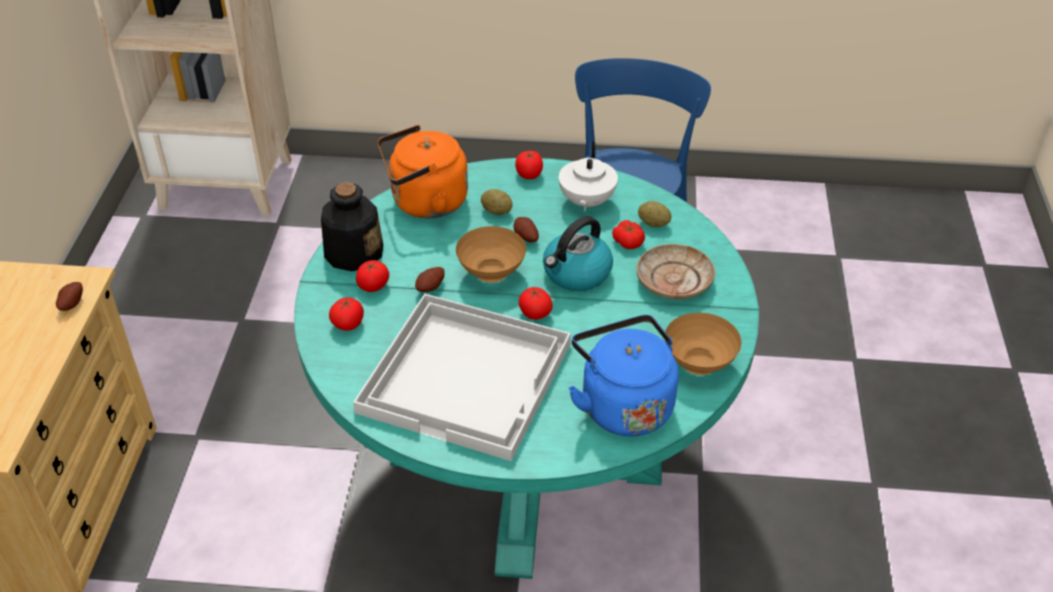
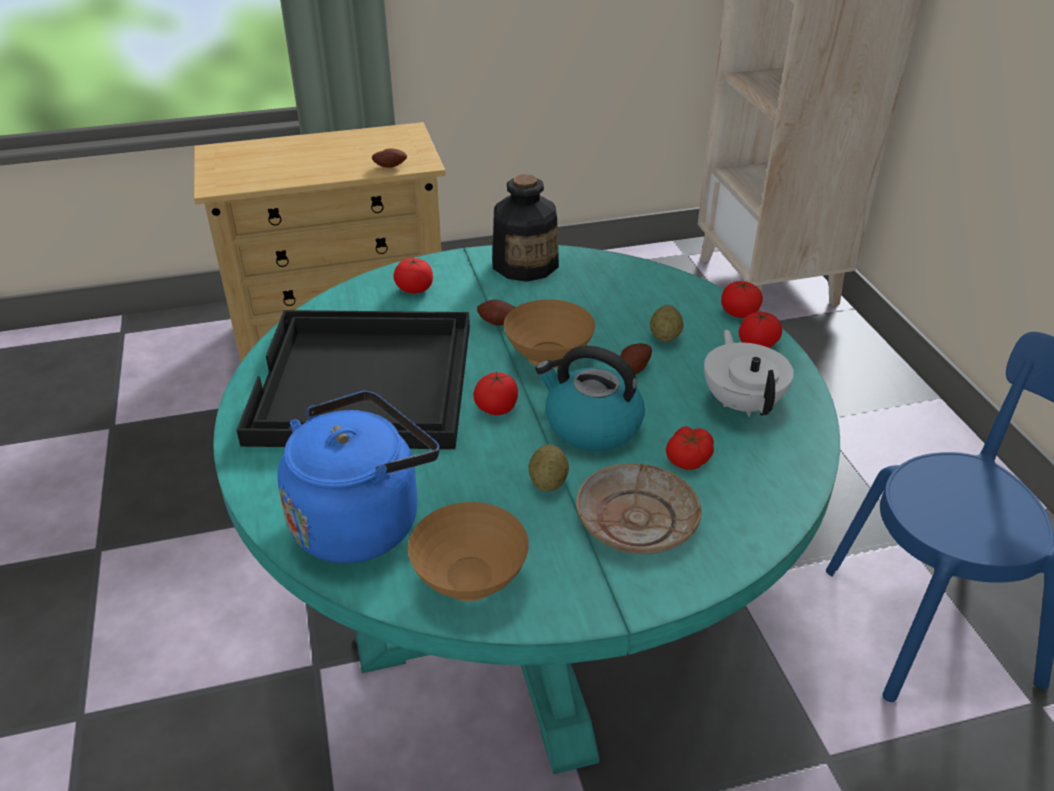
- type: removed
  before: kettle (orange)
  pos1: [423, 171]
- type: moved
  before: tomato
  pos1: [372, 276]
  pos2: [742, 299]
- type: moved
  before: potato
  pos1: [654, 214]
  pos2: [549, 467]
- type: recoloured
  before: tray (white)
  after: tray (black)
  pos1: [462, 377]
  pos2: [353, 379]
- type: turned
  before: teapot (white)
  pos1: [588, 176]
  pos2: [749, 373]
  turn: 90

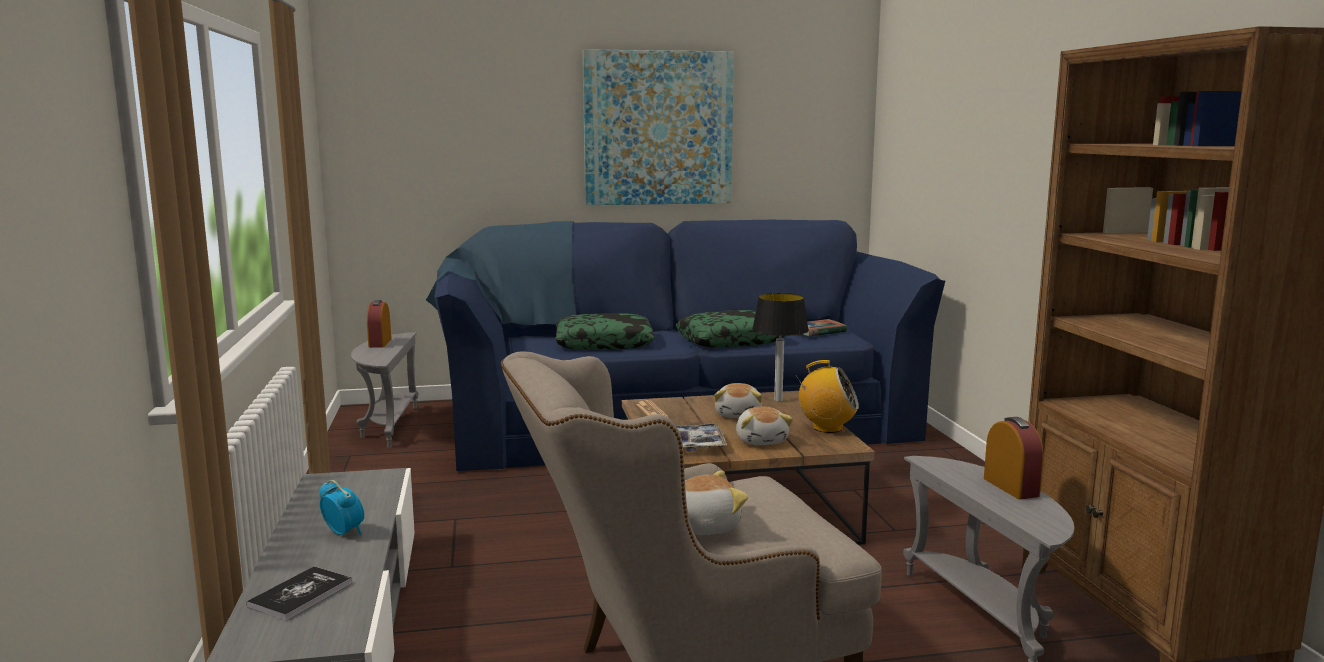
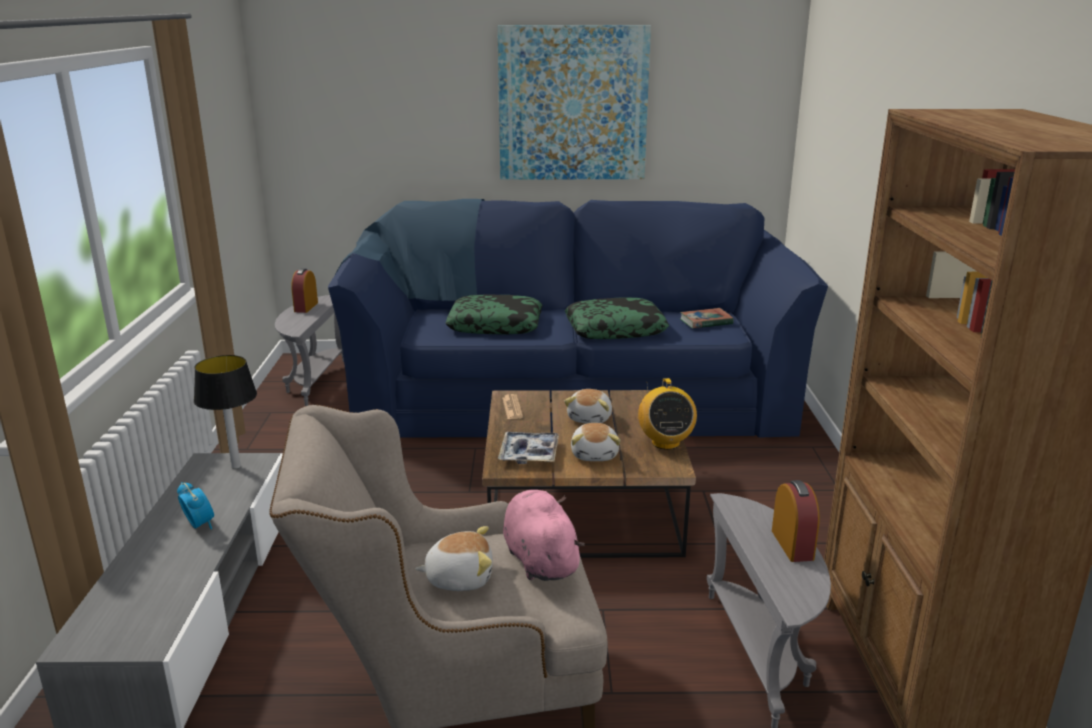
- type: removed
  before: book
  pos1: [299, 593]
- type: added
  after: plush toy (pink)
  pos2: [544, 535]
- type: moved
  before: table lamp
  pos1: [780, 347]
  pos2: [225, 412]
- type: turned
  before: radio
  pos1: [828, 396]
  pos2: [667, 414]
  turn: 60

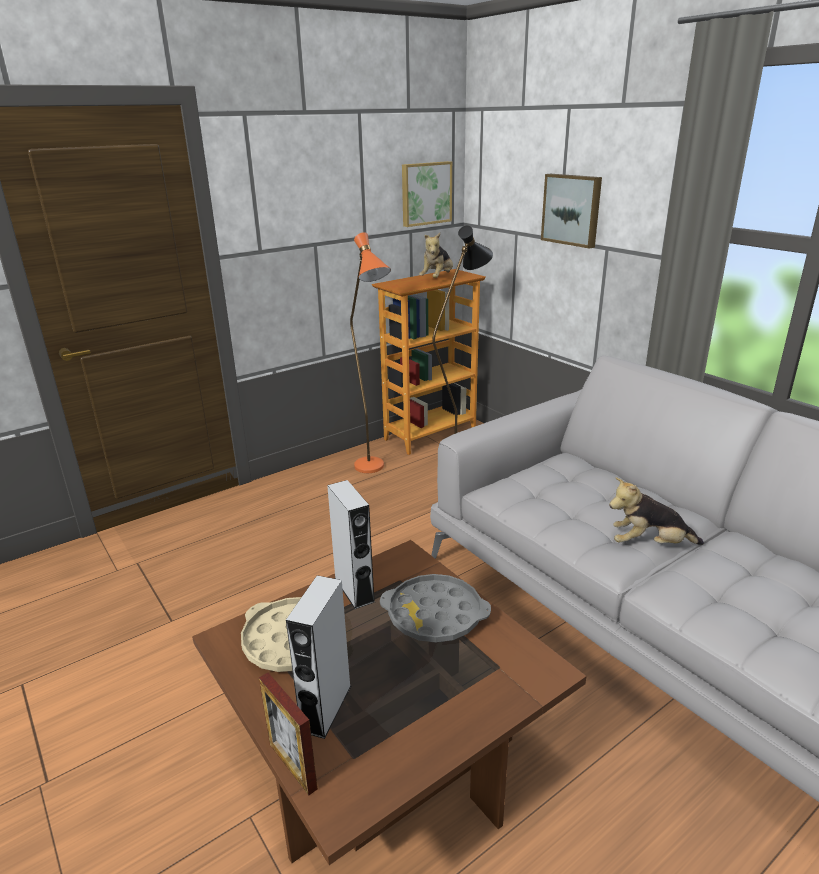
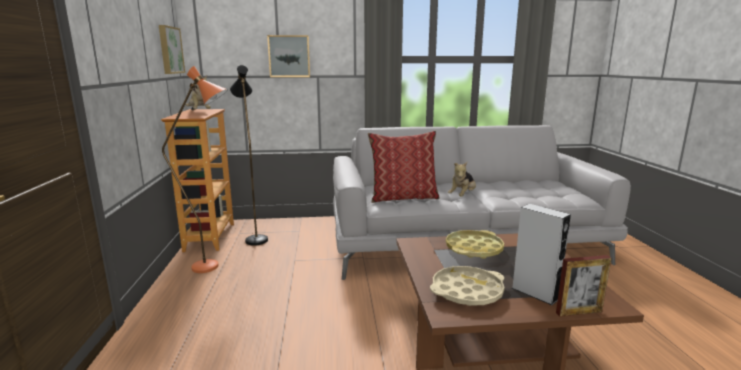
- type: removed
  before: speaker (grey)
  pos1: [351, 544]
- type: added
  after: pillow
  pos2: [403, 167]
- type: recoloured
  before: tray (grey)
  after: tray (yellow)
  pos1: [435, 608]
  pos2: [475, 244]

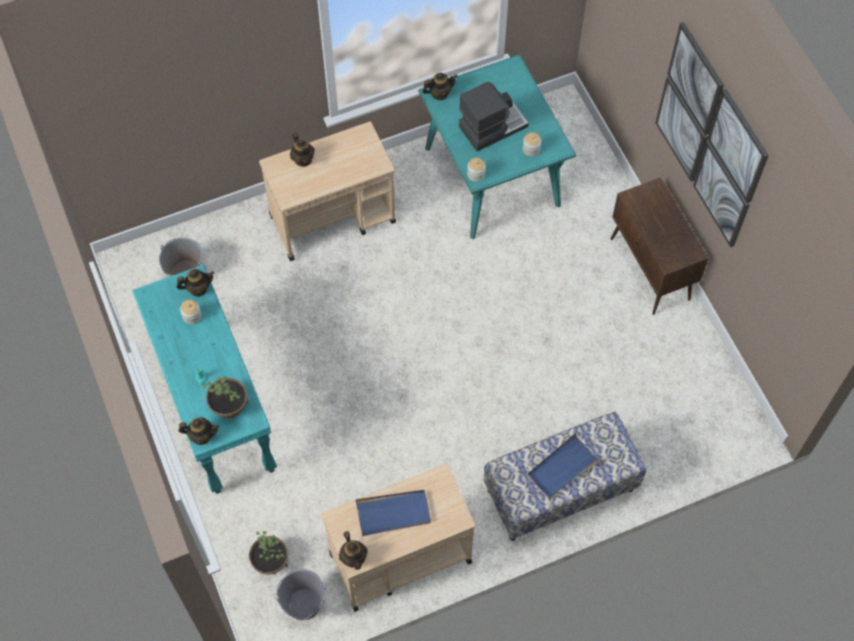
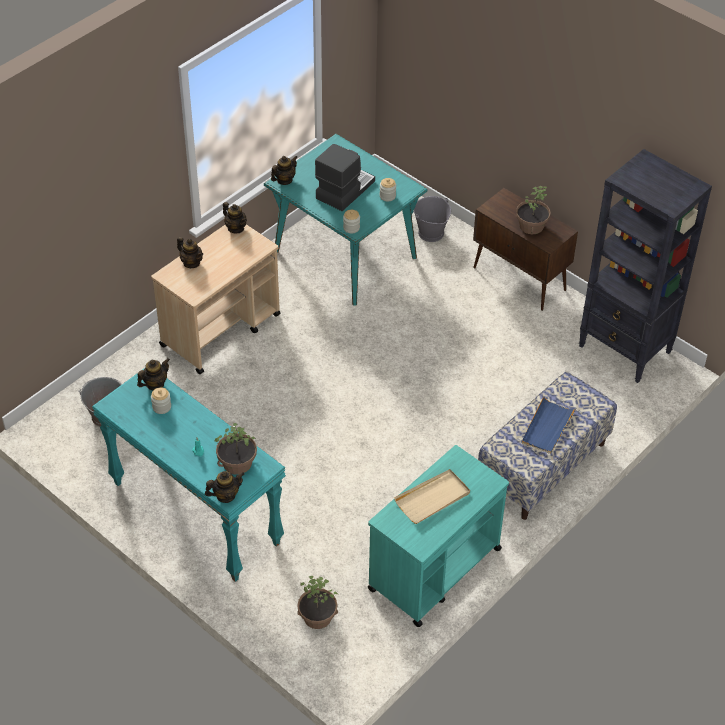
- type: removed
  before: picture
  pos1: [712, 134]
- type: added
  after: potted plant
  pos2: [533, 210]
- type: added
  after: bookcase (black)
  pos2: [645, 266]
- type: moved
  before: bucket (grey)
  pos1: [300, 595]
  pos2: [432, 219]
- type: moved
  before: teapot
  pos1: [353, 550]
  pos2: [235, 218]
- type: recoloured
  before: cart (beige)
  after: cart (turquoise)
  pos1: [398, 538]
  pos2: [438, 536]
- type: recoloured
  before: tray (blue)
  after: tray (beige)
  pos1: [393, 513]
  pos2: [432, 496]

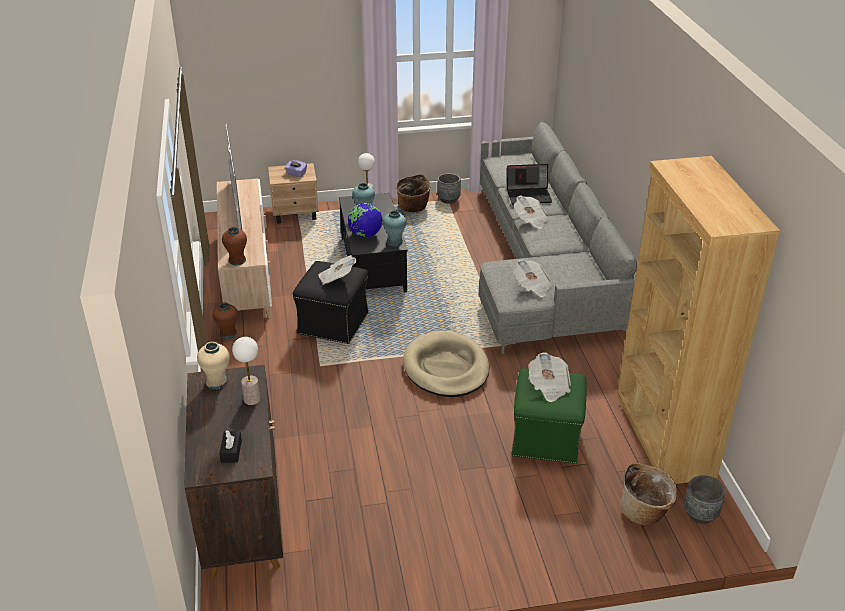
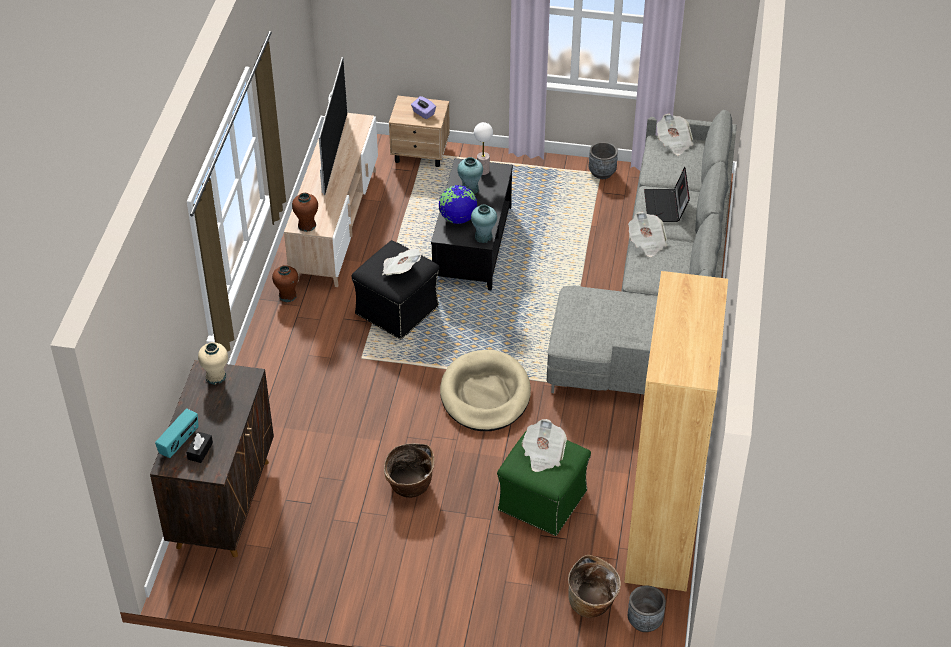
- type: removed
  before: table lamp
  pos1: [246, 371]
- type: added
  after: radio
  pos2: [176, 433]
- type: moved
  before: basket
  pos1: [413, 193]
  pos2: [409, 470]
- type: moved
  before: newspaper
  pos1: [533, 278]
  pos2: [675, 134]
- type: turned
  before: laptop
  pos1: [529, 184]
  pos2: [667, 194]
  turn: 75

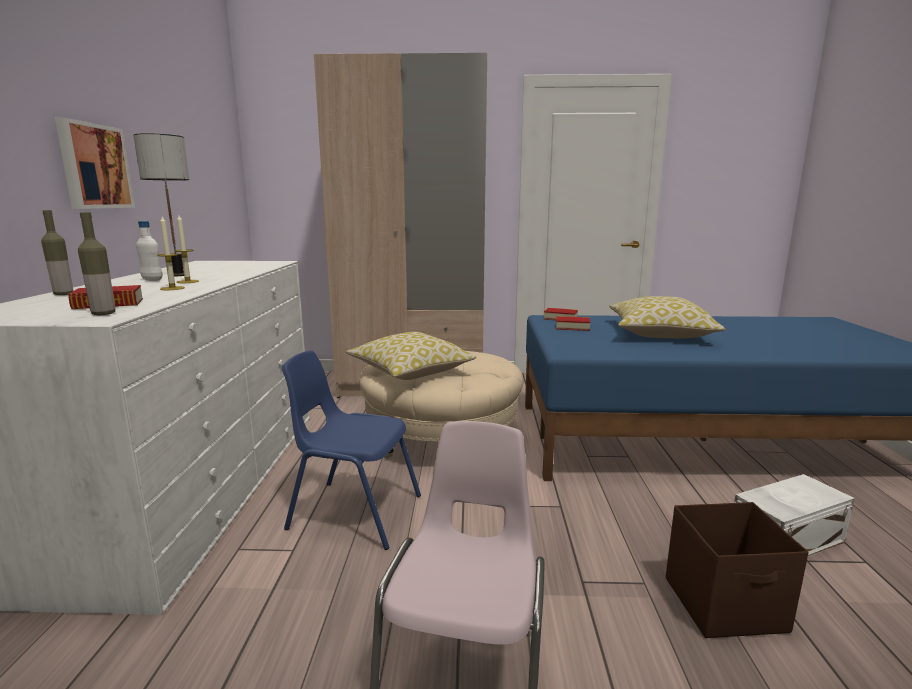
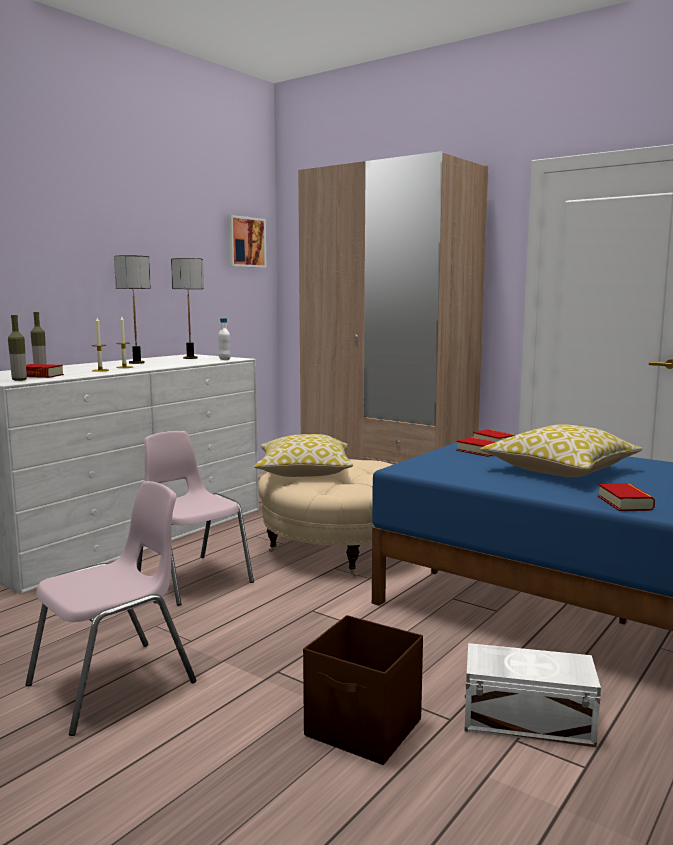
- type: added
  after: table lamp
  pos2: [187, 308]
- type: added
  after: book
  pos2: [626, 497]
- type: moved
  before: picture
  pos1: [95, 163]
  pos2: [247, 241]
- type: moved
  before: bottle (white)
  pos1: [149, 251]
  pos2: [224, 339]
- type: recoloured
  before: chair (blue)
  after: chair (pink)
  pos1: [351, 450]
  pos2: [195, 518]

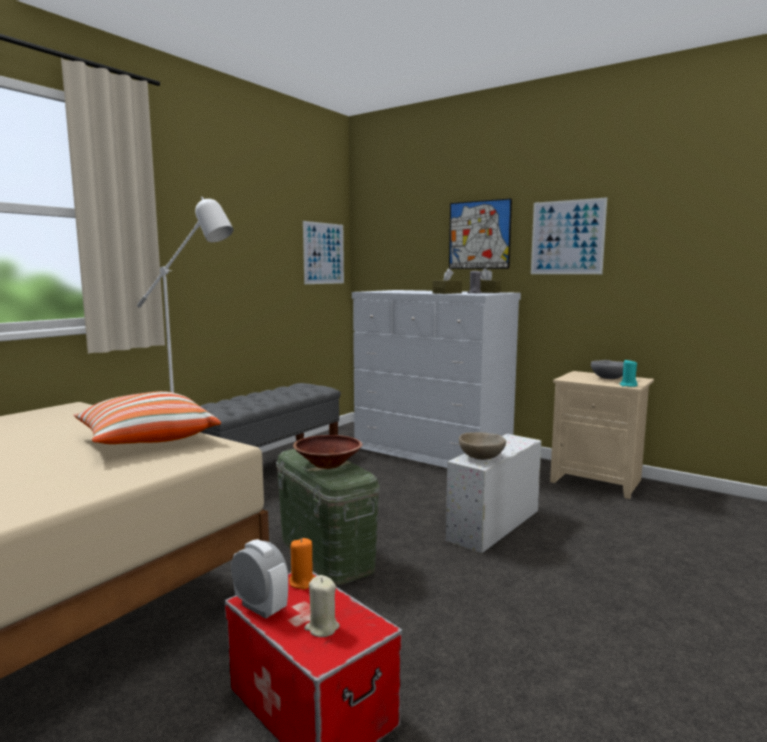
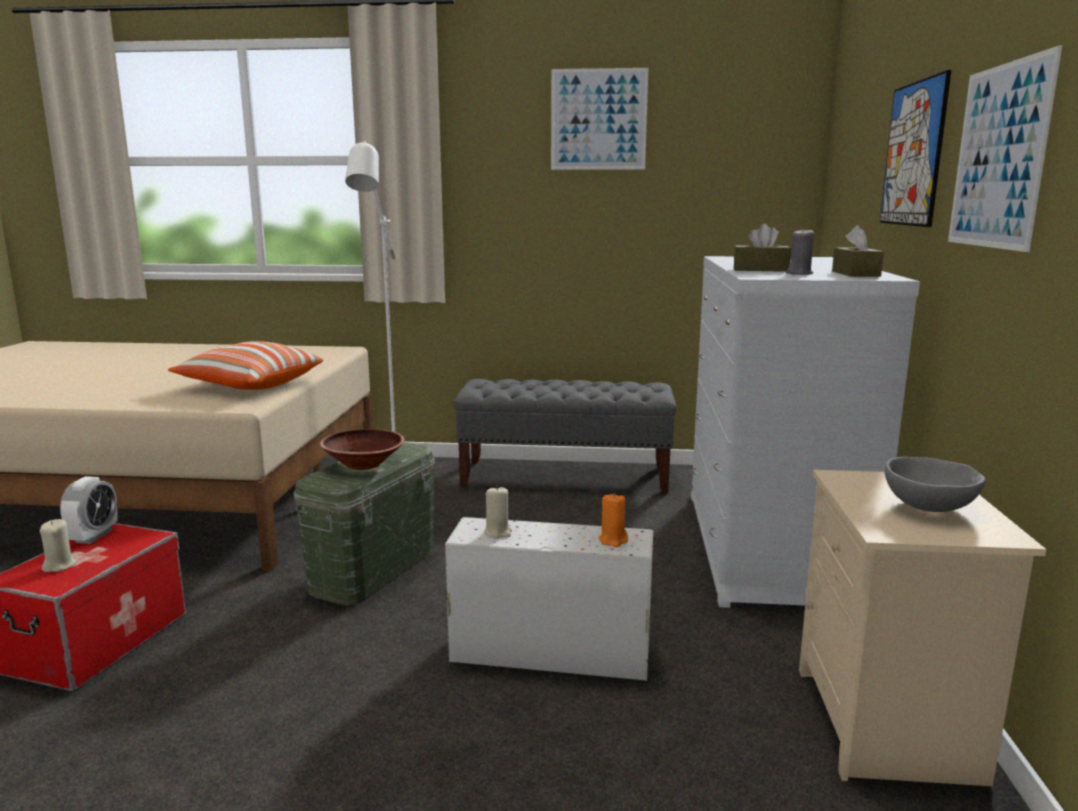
- type: removed
  before: candle (turquoise)
  pos1: [629, 373]
- type: moved
  before: candle (orange)
  pos1: [302, 564]
  pos2: [613, 520]
- type: moved
  before: picture
  pos1: [323, 252]
  pos2: [600, 119]
- type: replaced
  before: bowl (beige)
  after: candle (beige)
  pos1: [482, 446]
  pos2: [498, 512]

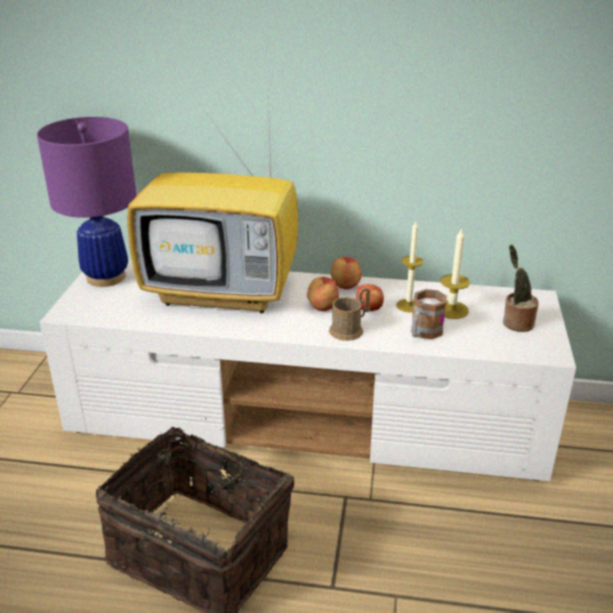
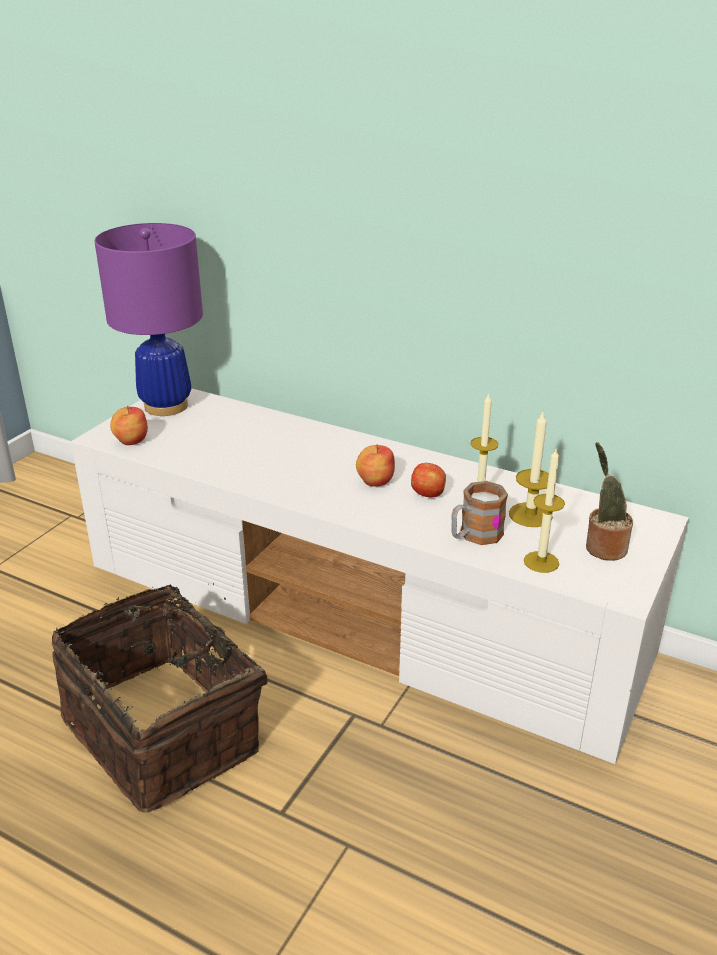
- type: removed
  before: television
  pos1: [212, 206]
- type: removed
  before: mug (brown)
  pos1: [349, 314]
- type: added
  after: candle
  pos2: [544, 511]
- type: moved
  before: apple
  pos1: [346, 272]
  pos2: [129, 425]

